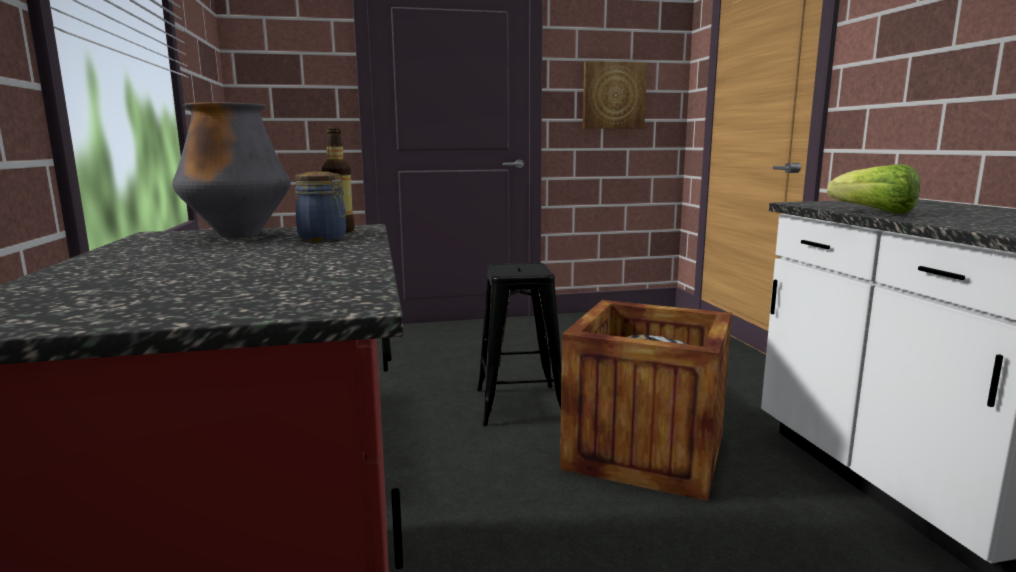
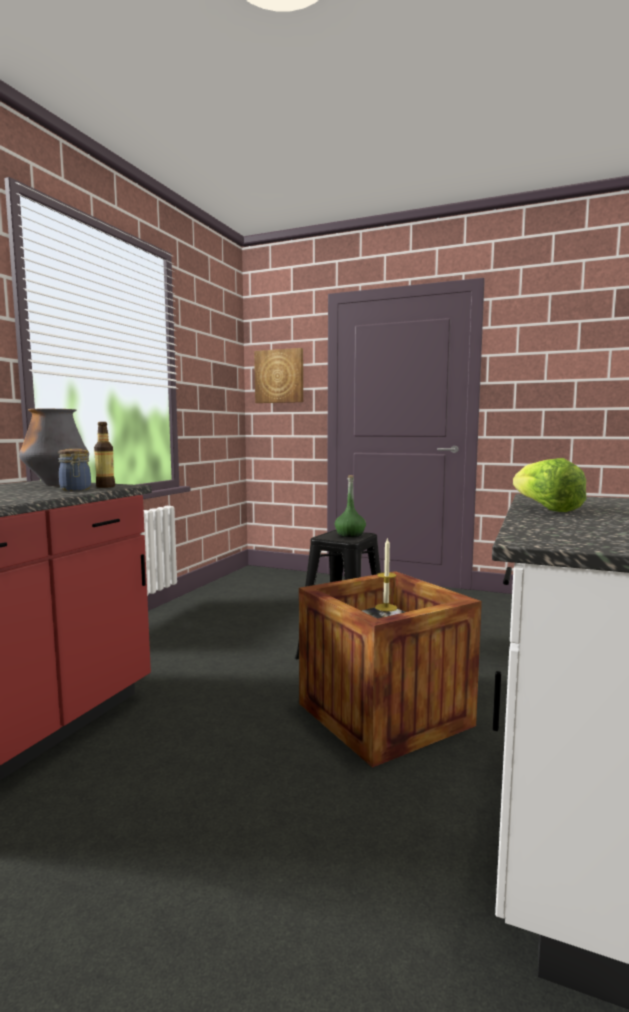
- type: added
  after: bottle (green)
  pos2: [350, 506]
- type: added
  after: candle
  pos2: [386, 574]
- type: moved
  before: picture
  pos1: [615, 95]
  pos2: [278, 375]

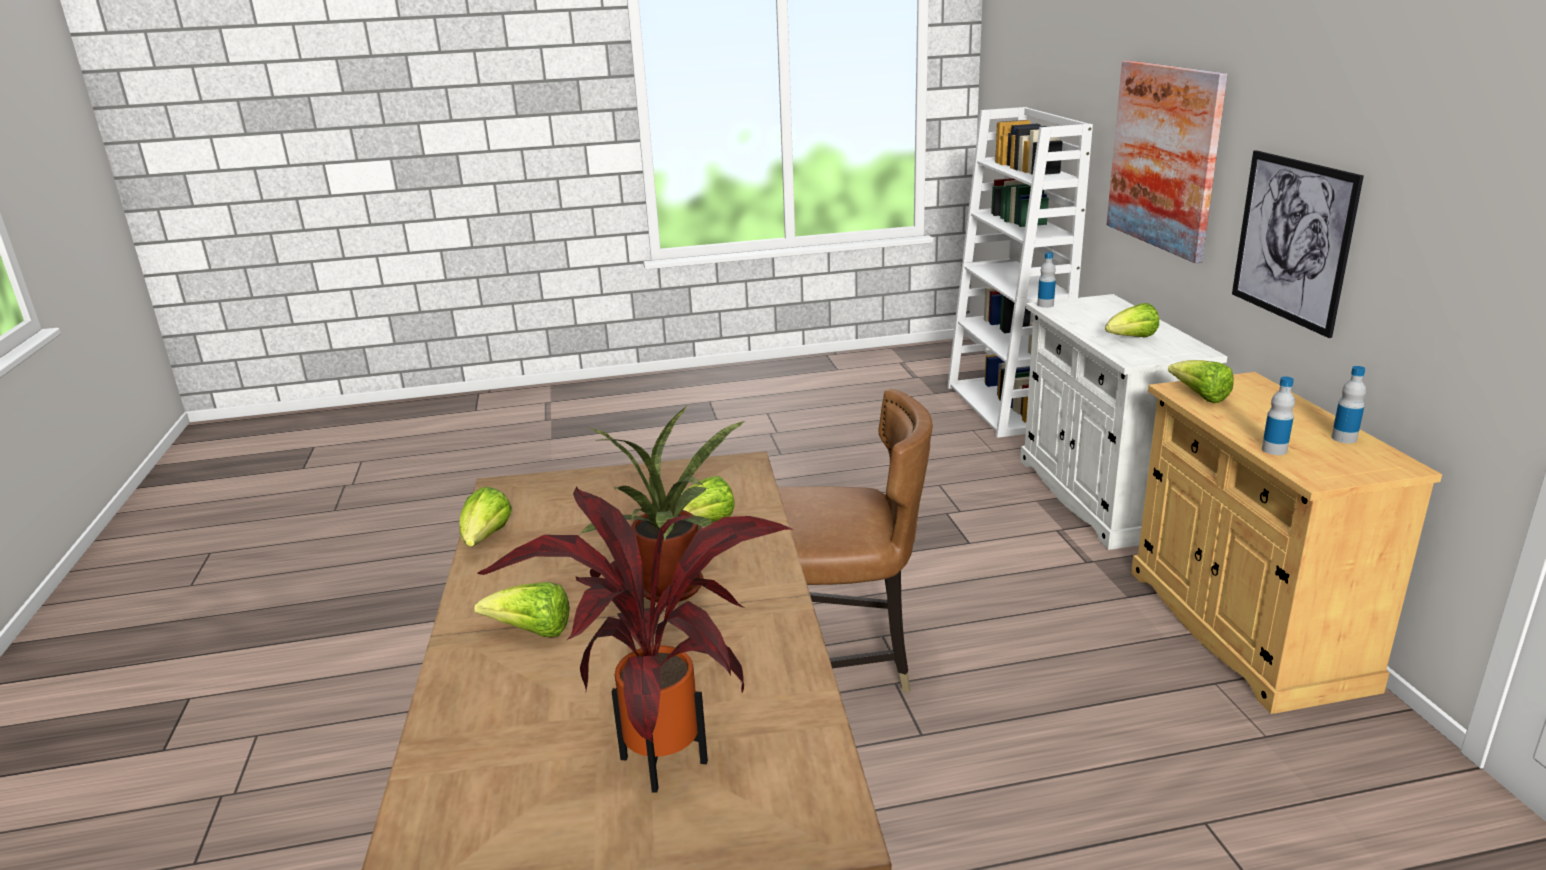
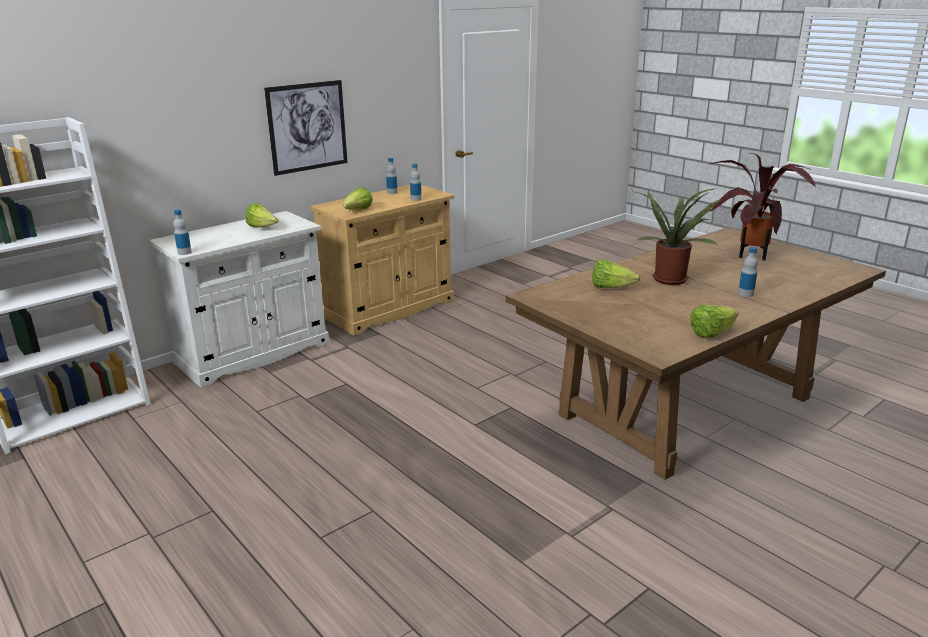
- type: removed
  before: chair (brown)
  pos1: [855, 540]
- type: removed
  before: picture
  pos1: [1167, 161]
- type: replaced
  before: lettuce
  after: bottle
  pos1: [522, 609]
  pos2: [748, 272]

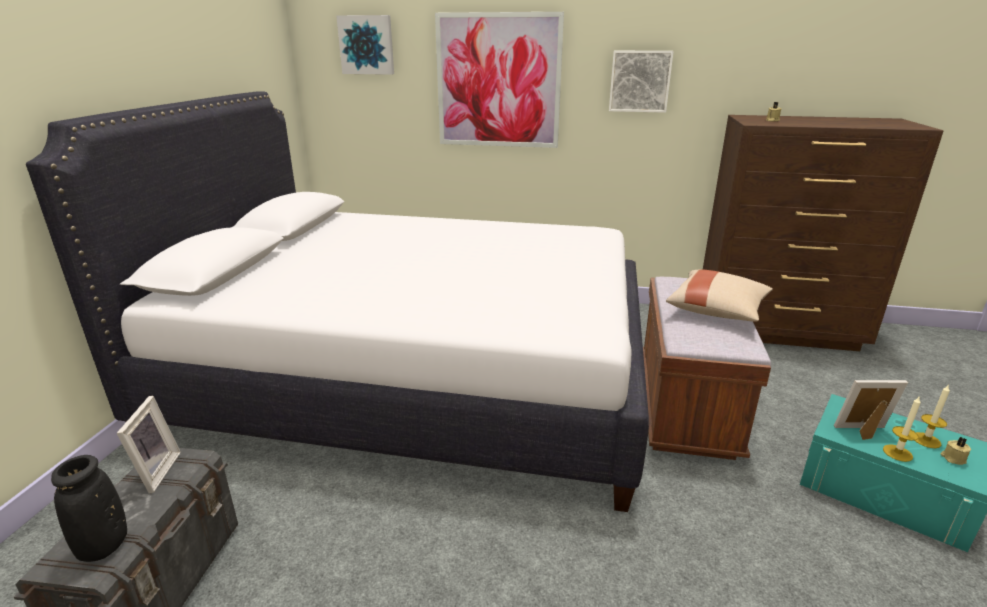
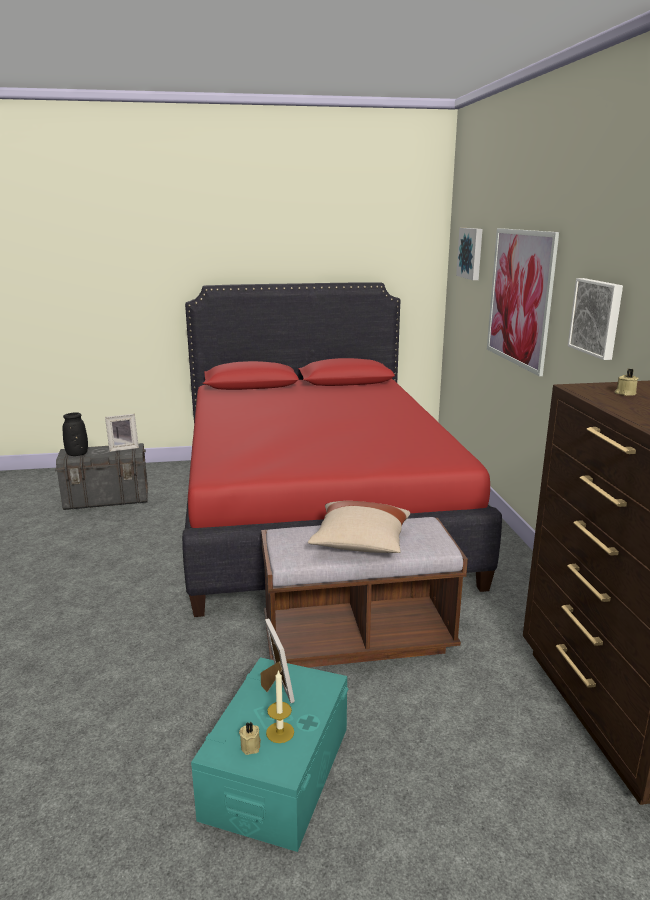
- type: removed
  before: candle
  pos1: [902, 429]
- type: recoloured
  before: bed (white)
  after: bed (red)
  pos1: [337, 301]
  pos2: [342, 450]

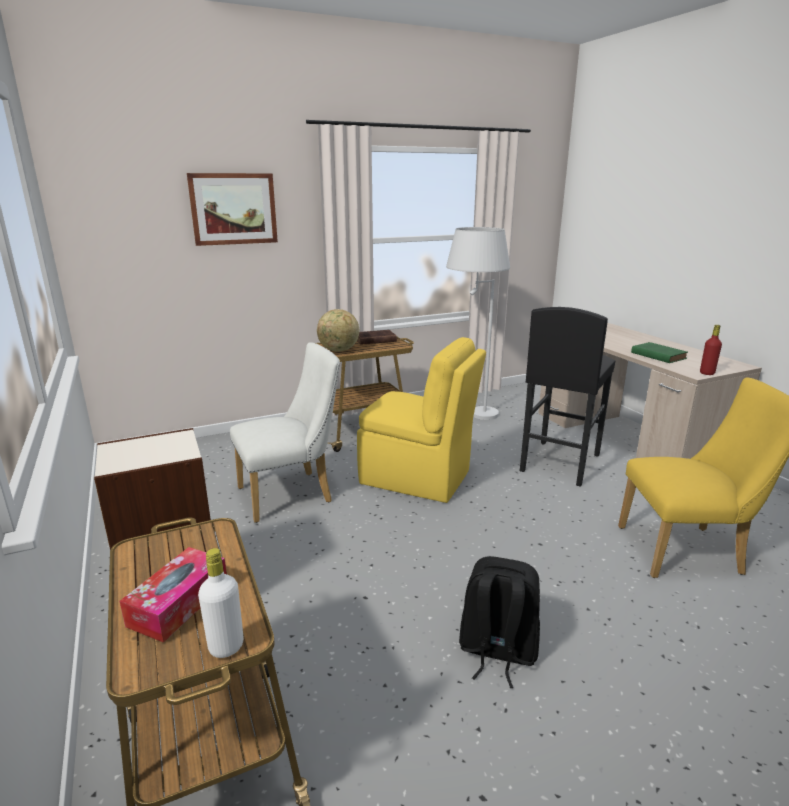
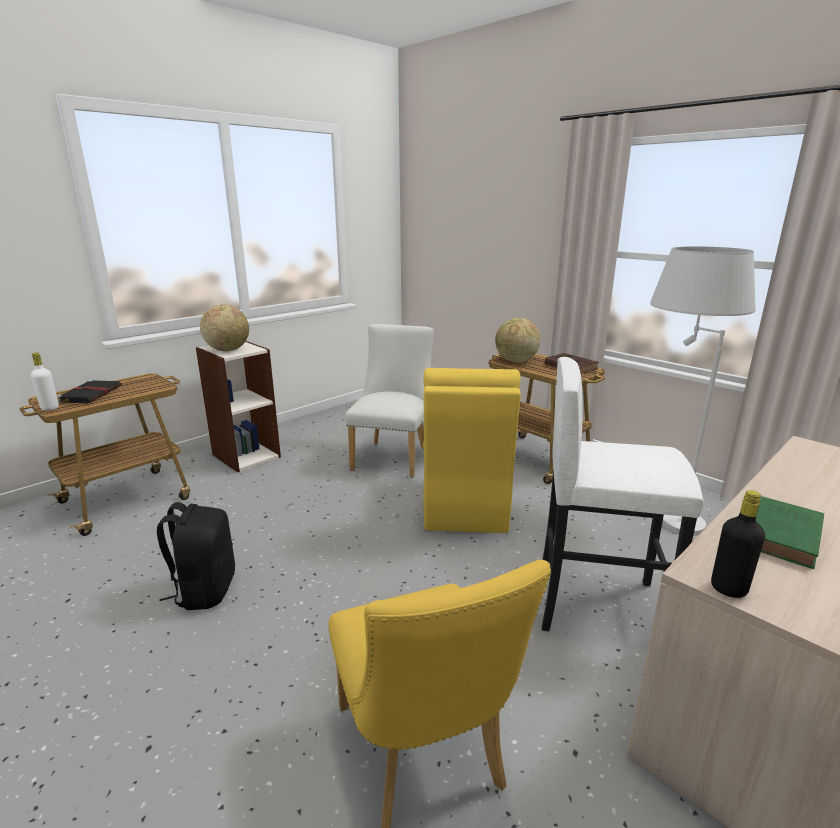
- type: removed
  before: picture
  pos1: [232, 209]
- type: added
  after: globe
  pos2: [224, 327]
- type: replaced
  before: tissue box
  after: book (black)
  pos1: [173, 595]
  pos2: [89, 392]
- type: recoloured
  before: stool (black)
  after: stool (white)
  pos1: [567, 397]
  pos2: [622, 494]
- type: recoloured
  before: bottle (red)
  after: bottle (black)
  pos1: [711, 350]
  pos2: [738, 544]
- type: turned
  before: chair (white)
  pos1: [285, 432]
  pos2: [389, 401]
  turn: -120

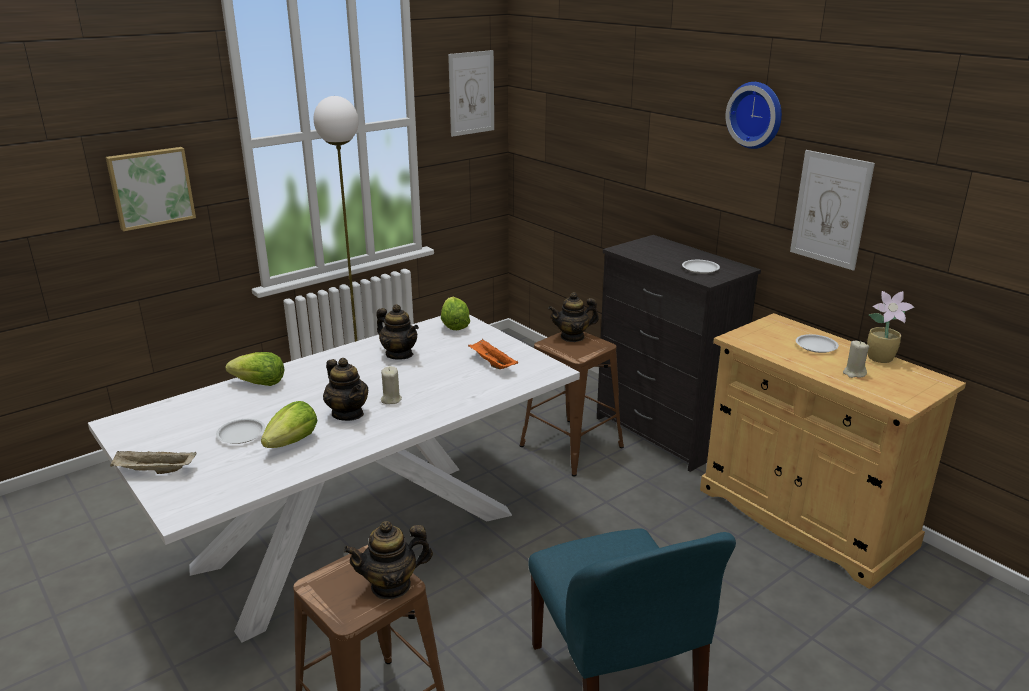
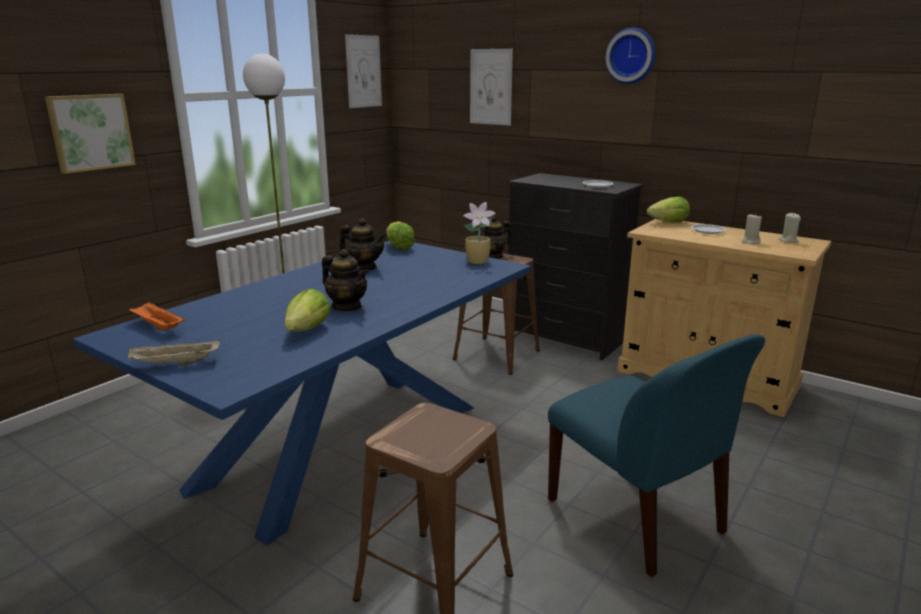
- type: removed
  before: plate (white)
  pos1: [240, 431]
- type: removed
  before: teapot
  pos1: [388, 560]
- type: moved
  before: lettuce
  pos1: [254, 369]
  pos2: [668, 210]
- type: moved
  before: candle (beige)
  pos1: [391, 385]
  pos2: [789, 227]
- type: moved
  before: tray (orange)
  pos1: [493, 354]
  pos2: [156, 316]
- type: moved
  before: picture
  pos1: [832, 210]
  pos2: [491, 87]
- type: moved
  before: potted plant
  pos1: [891, 327]
  pos2: [479, 233]
- type: recoloured
  before: dining table (white)
  after: dining table (blue)
  pos1: [334, 478]
  pos2: [302, 393]

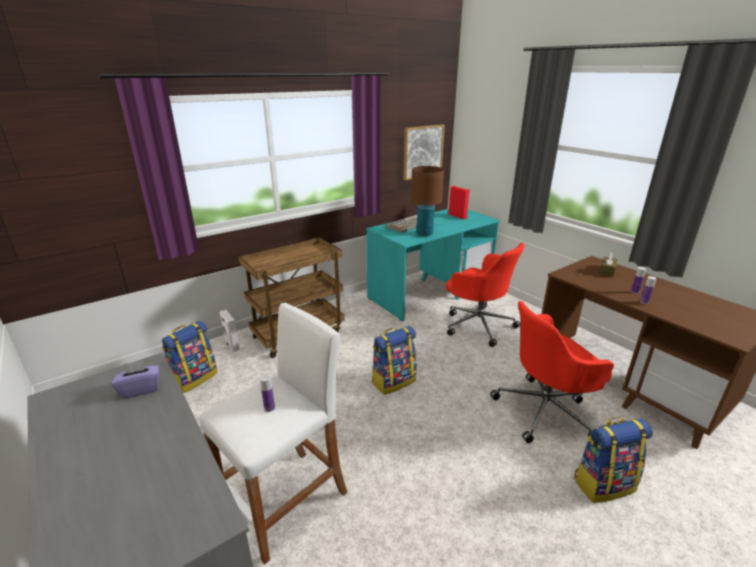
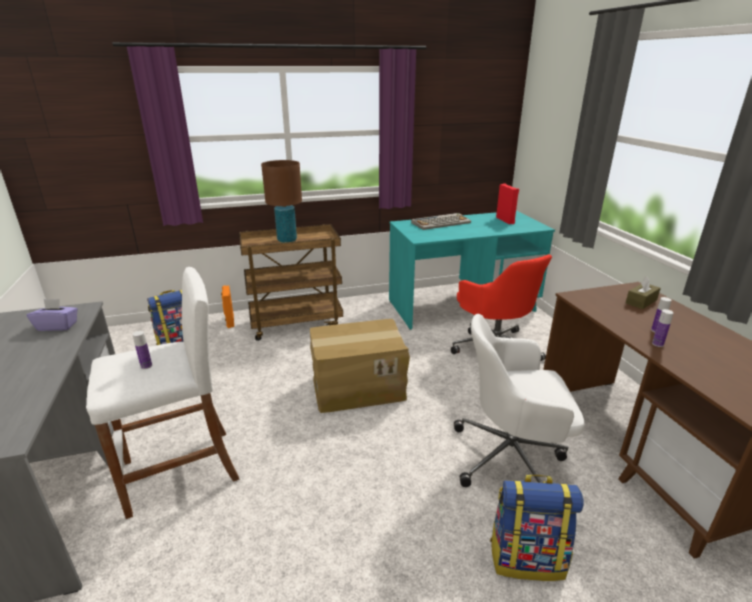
- type: removed
  before: picture
  pos1: [424, 152]
- type: moved
  before: table lamp (brown)
  pos1: [427, 201]
  pos2: [281, 201]
- type: replaced
  before: backpack
  after: cardboard box
  pos1: [394, 360]
  pos2: [360, 366]
- type: recoloured
  before: speaker (white)
  after: speaker (orange)
  pos1: [229, 331]
  pos2: [227, 306]
- type: recoloured
  before: office chair (red)
  after: office chair (white)
  pos1: [552, 372]
  pos2: [519, 400]

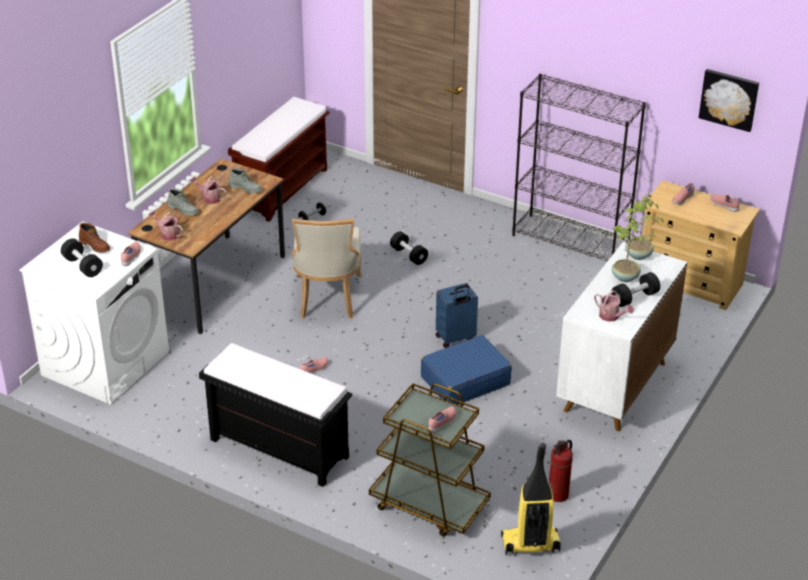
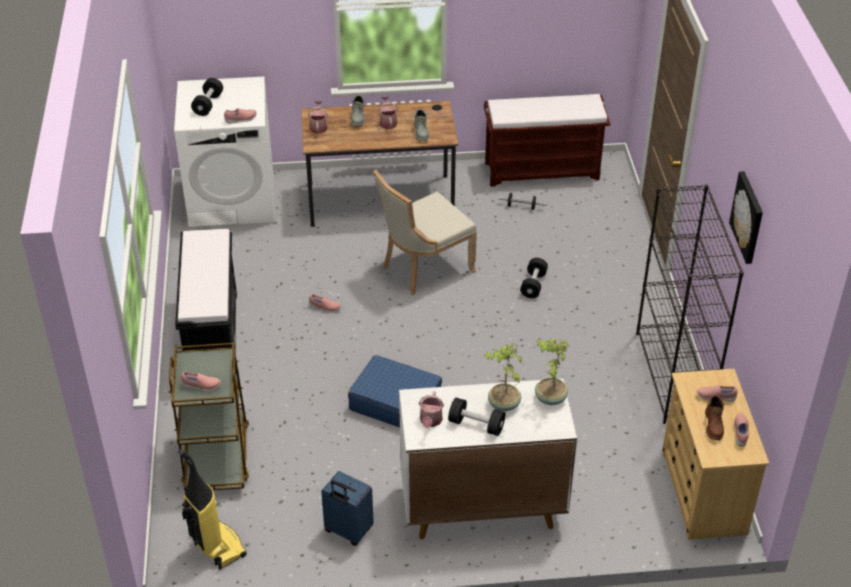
- type: removed
  before: fire extinguisher
  pos1: [561, 471]
- type: moved
  before: boot (brown)
  pos1: [94, 237]
  pos2: [714, 417]
- type: moved
  before: suitcase (blue)
  pos1: [457, 315]
  pos2: [347, 508]
- type: moved
  before: picture
  pos1: [729, 100]
  pos2: [746, 217]

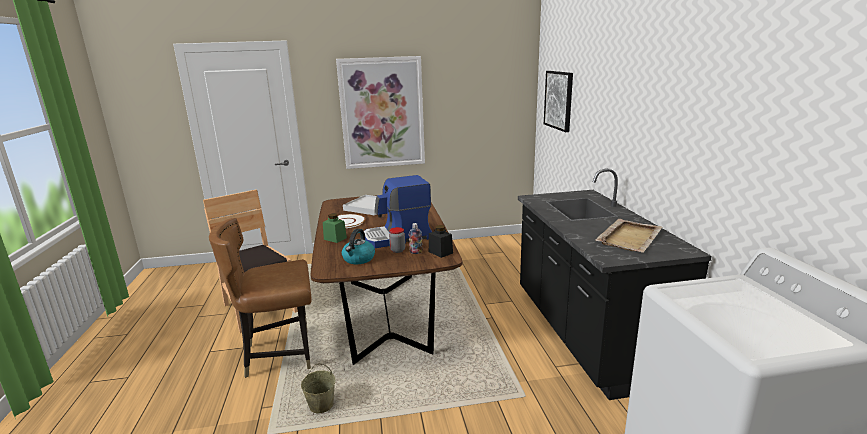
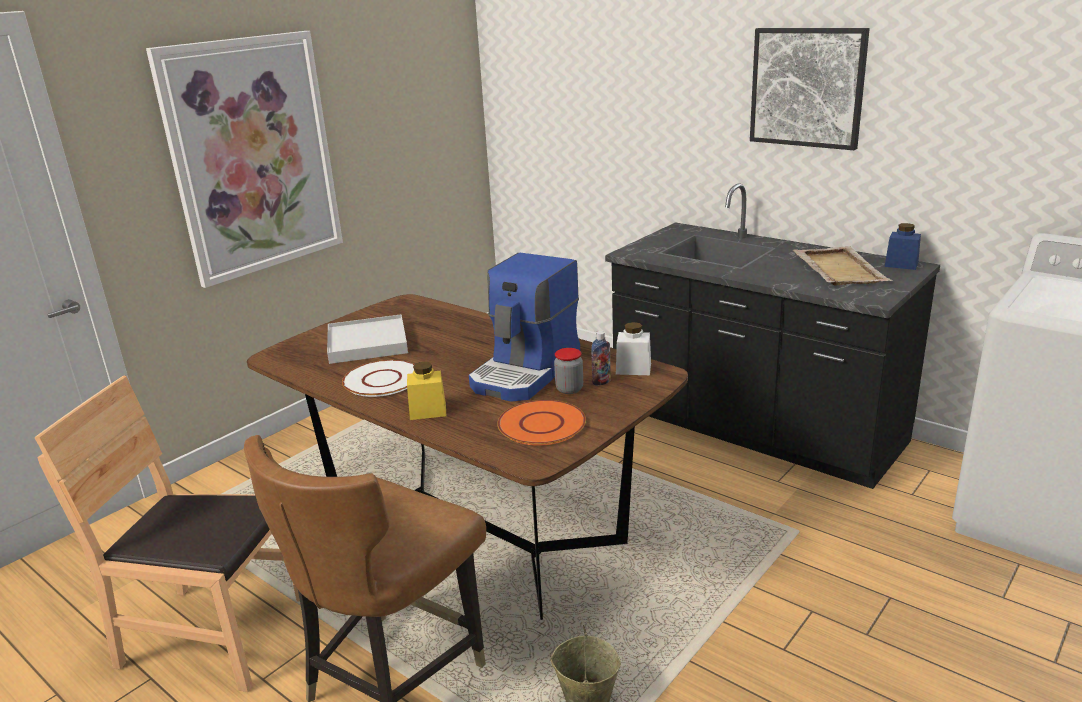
- type: added
  after: jar (blue)
  pos2: [903, 246]
- type: moved
  before: picture
  pos1: [558, 101]
  pos2: [810, 89]
- type: replaced
  before: kettle
  after: plate (orange)
  pos1: [358, 246]
  pos2: [541, 423]
- type: recoloured
  before: jar (green)
  after: jar (yellow)
  pos1: [335, 228]
  pos2: [427, 391]
- type: recoloured
  before: jar (black)
  after: jar (white)
  pos1: [441, 241]
  pos2: [633, 348]

